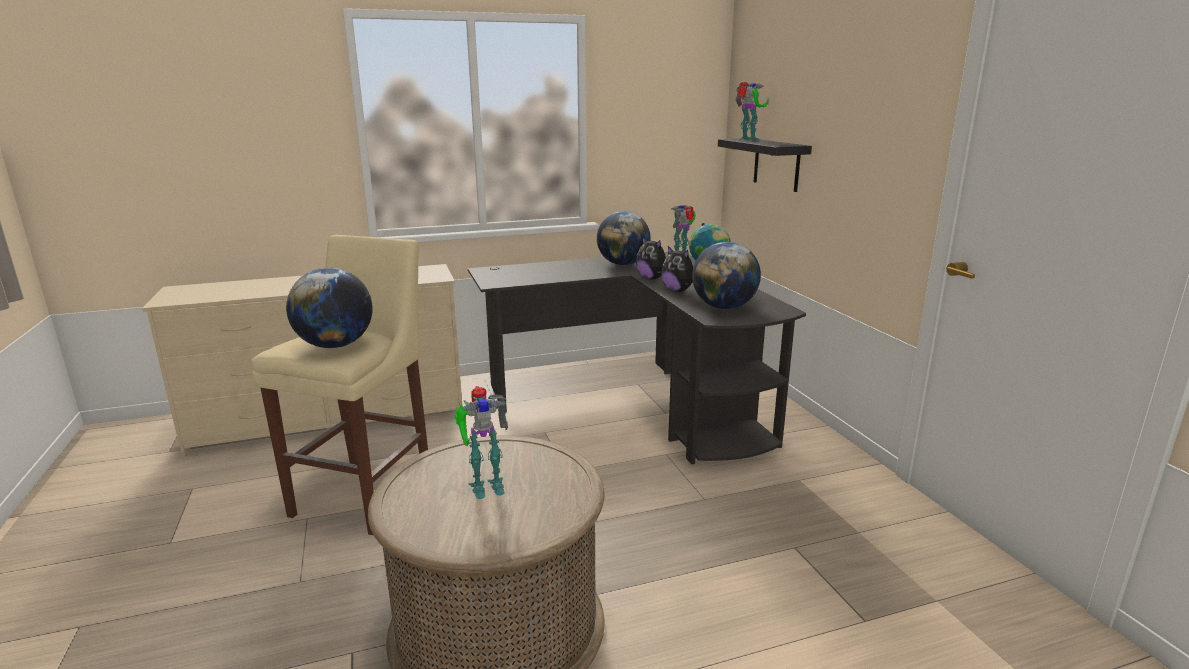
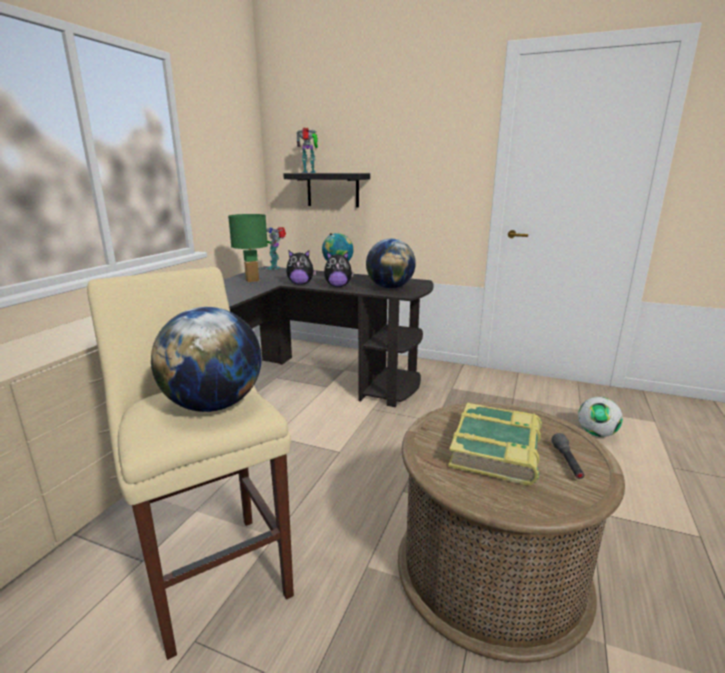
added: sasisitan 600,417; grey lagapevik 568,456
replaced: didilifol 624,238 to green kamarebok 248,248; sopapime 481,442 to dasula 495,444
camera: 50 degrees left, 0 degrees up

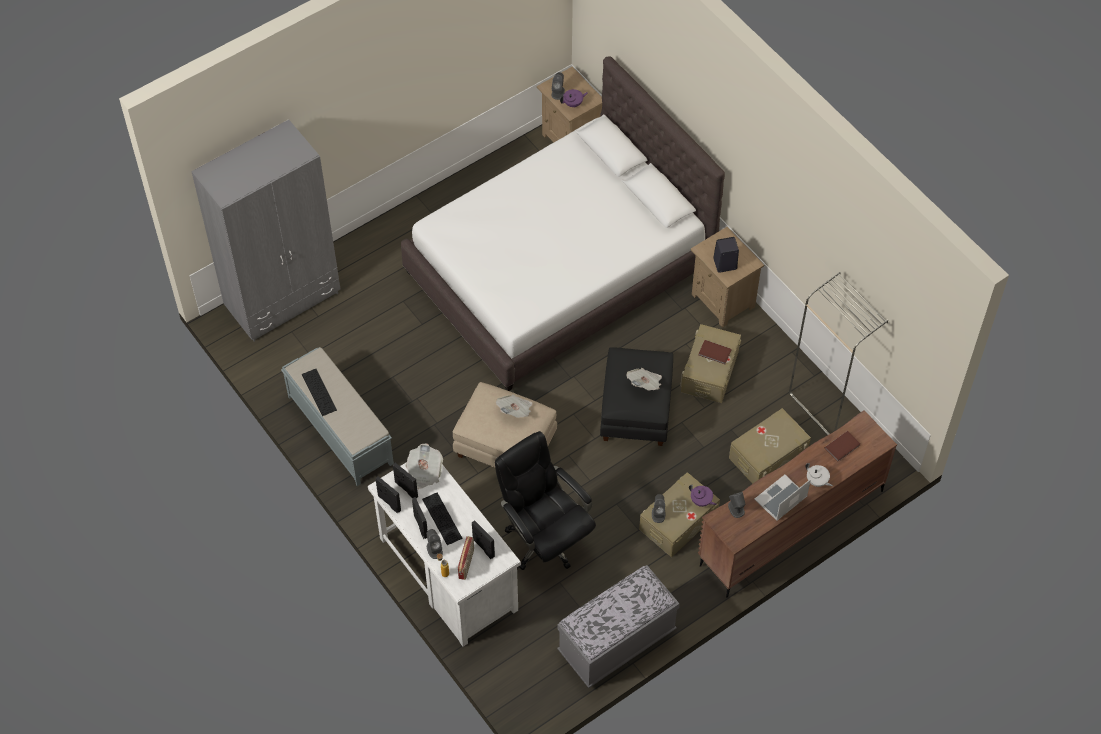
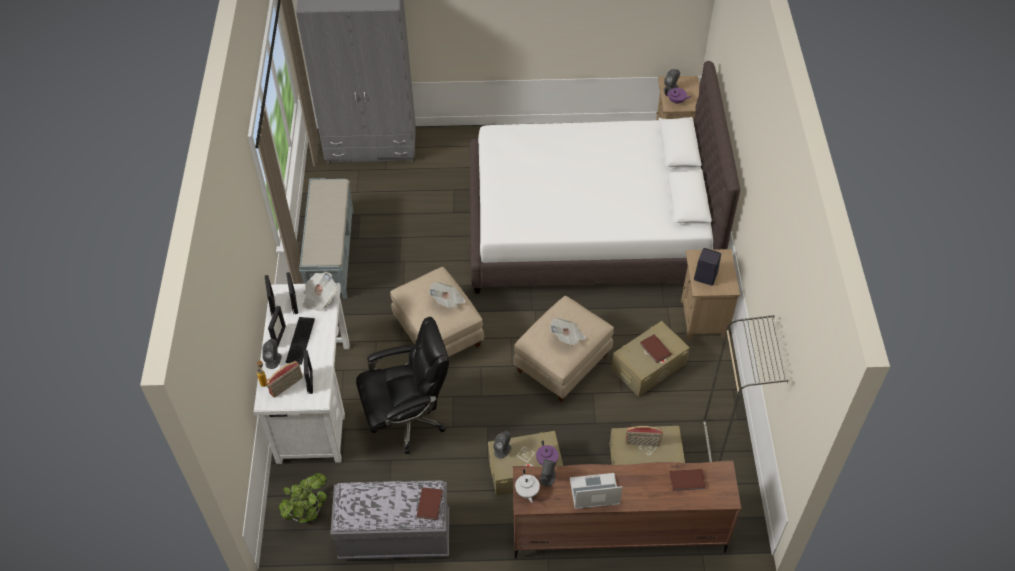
removed: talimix 319,392
added: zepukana 644,436; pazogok 303,498; brown dasula 430,503
moved: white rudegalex 819,475 to 527,486
recoloured: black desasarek 636,396 to beige desasarek 563,349
turned: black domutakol 545,500 = 402,385 75 degrees clockwise
camera: 35 degrees right, 5 degrees down

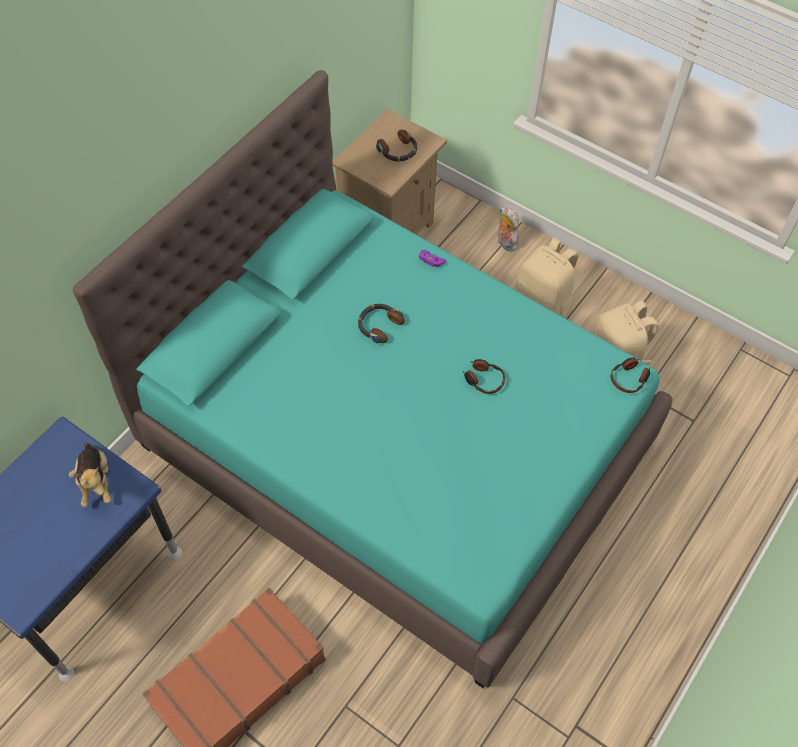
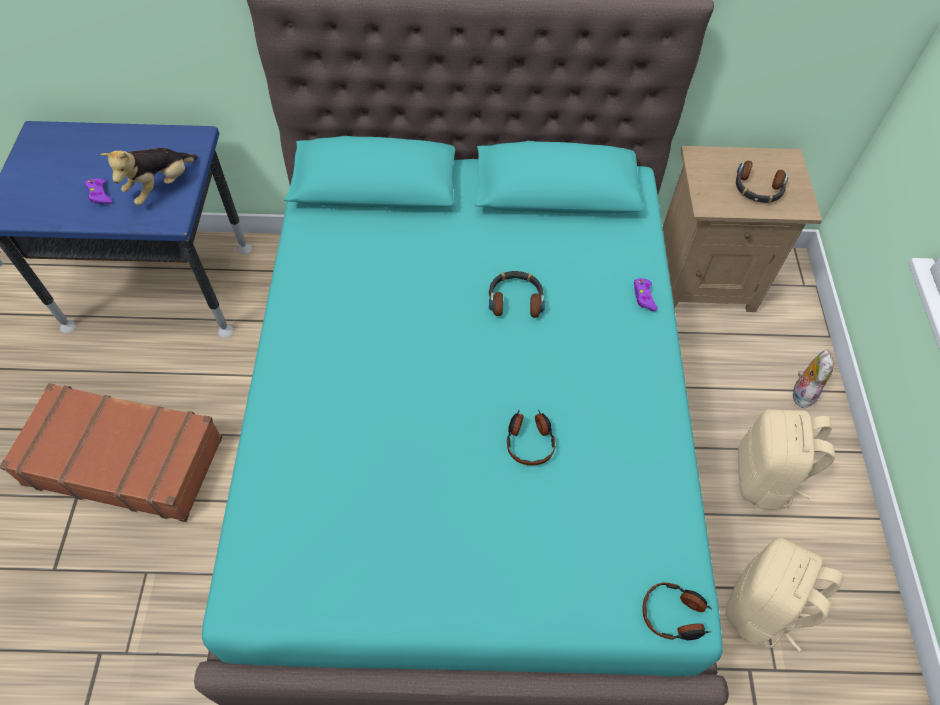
added: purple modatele 98,191
camera: 55 degrees right, 0 degrees up

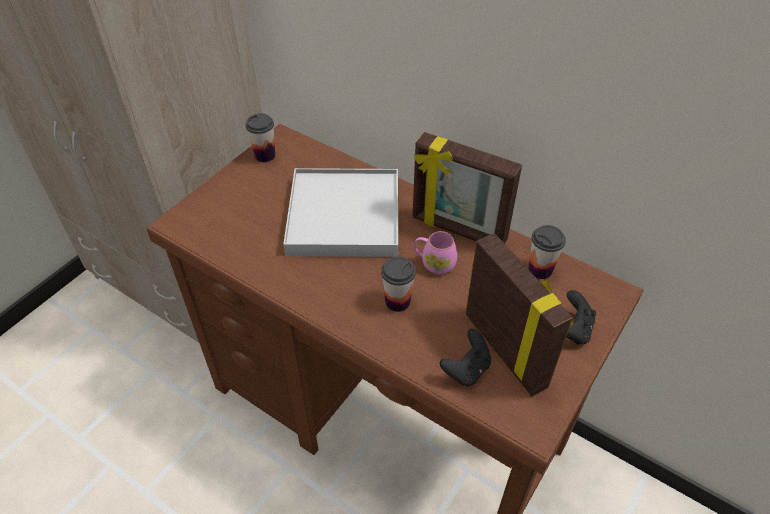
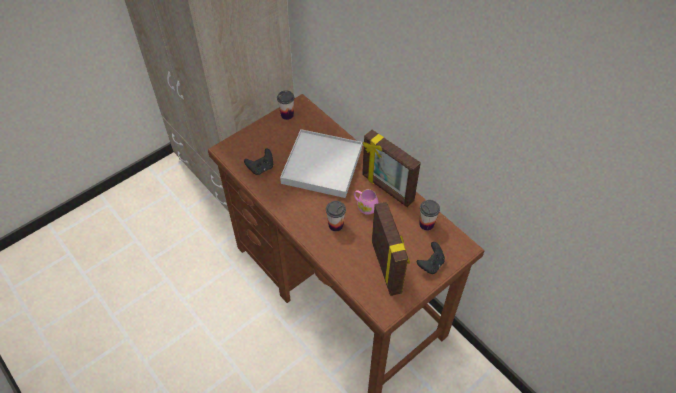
moved: black modatele 465,357 to 258,161
camera: 15 degrees right, 5 degrees up

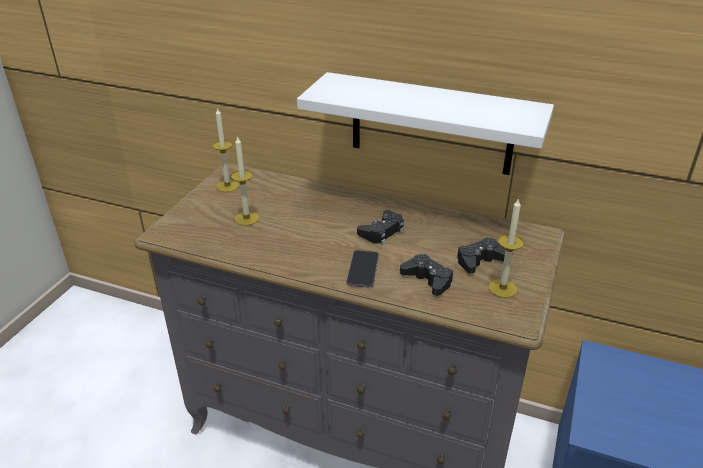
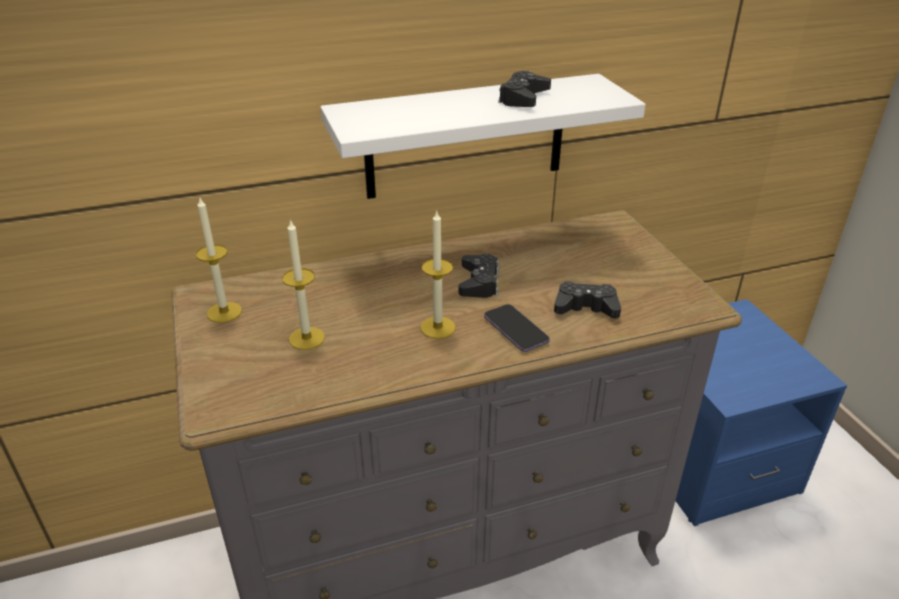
moved: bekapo 506,248 to 438,275; black modatele 481,255 to 524,89
camera: 40 degrees left, 0 degrees up

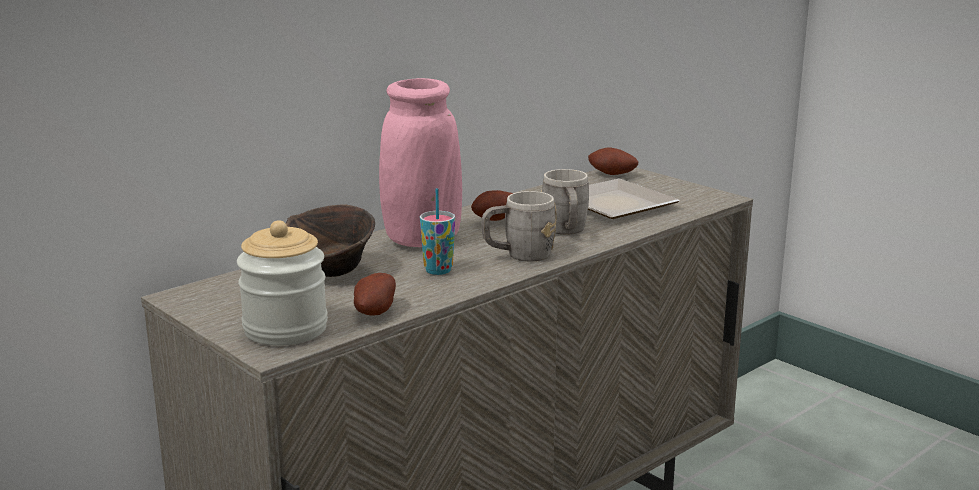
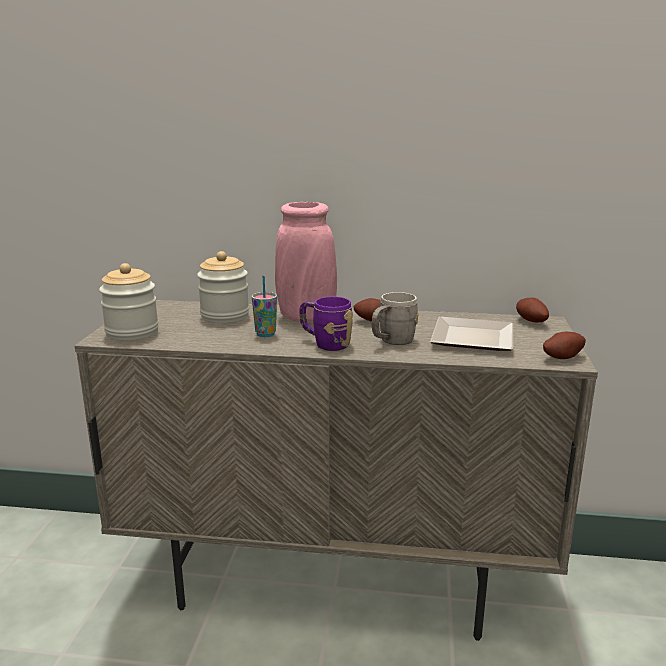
moved: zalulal 375,294 to 564,345
replaced: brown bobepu 330,240 to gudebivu 223,287
recoloured: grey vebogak 519,226 to purple vebogak 326,324
camera: 50 degrees right, 0 degrees up

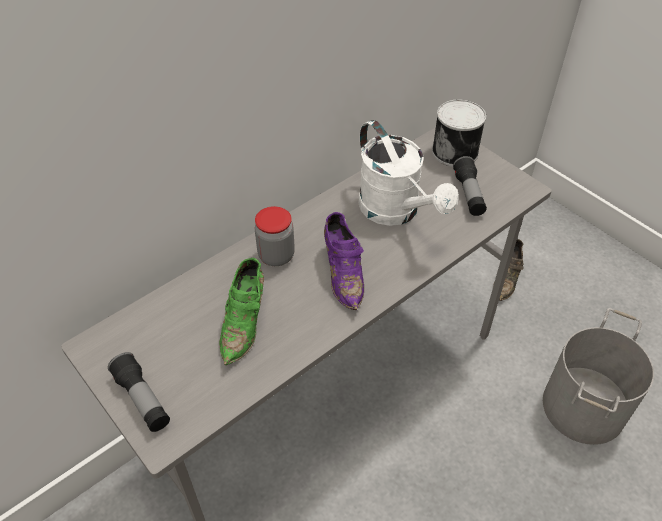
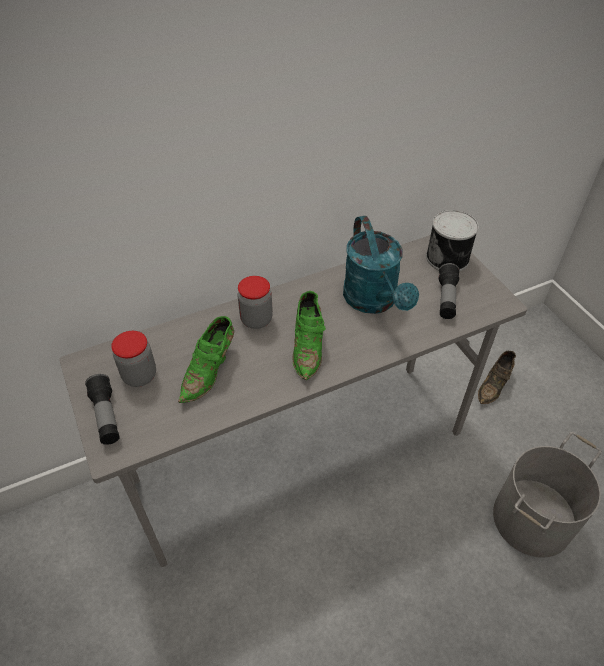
added: gudebivu 133,359
recoloured: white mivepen 408,173 to turquoise mivepen 381,265; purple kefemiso 344,261 to green kefemiso 309,335
camera: 15 degrees right, 0 degrees up

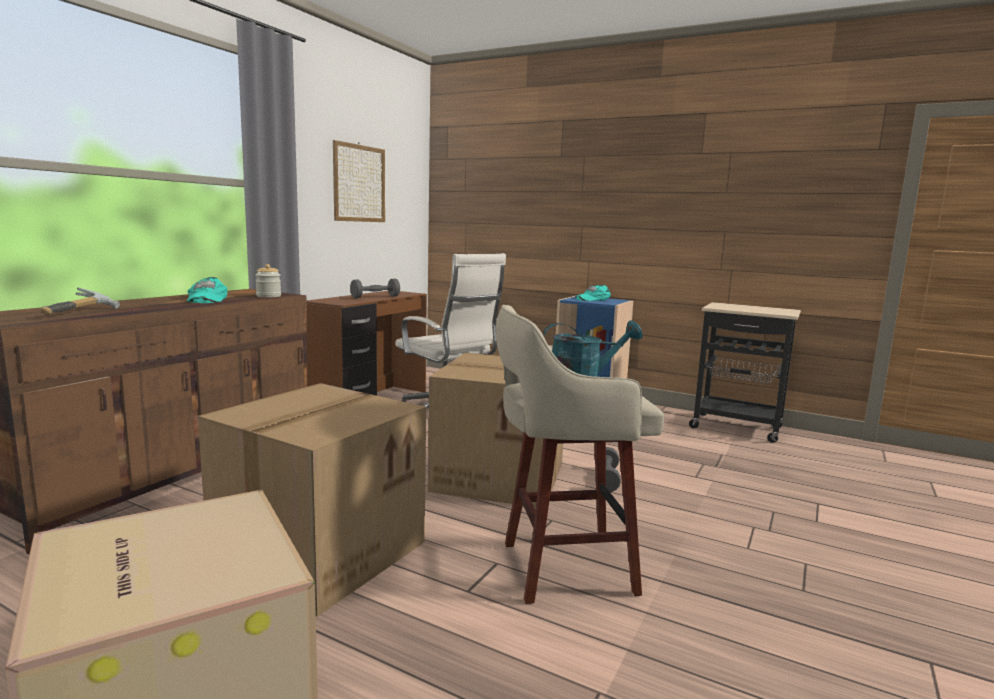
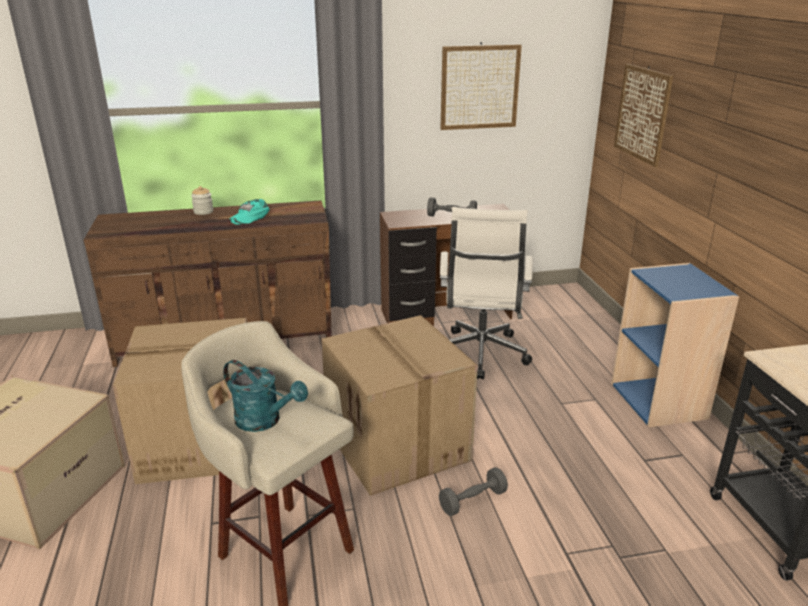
removed: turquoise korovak 593,293; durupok 80,301
added: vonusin 643,116
moved: gudebivu 268,280 to 202,200
camera: 50 degrees right, 15 degrees up

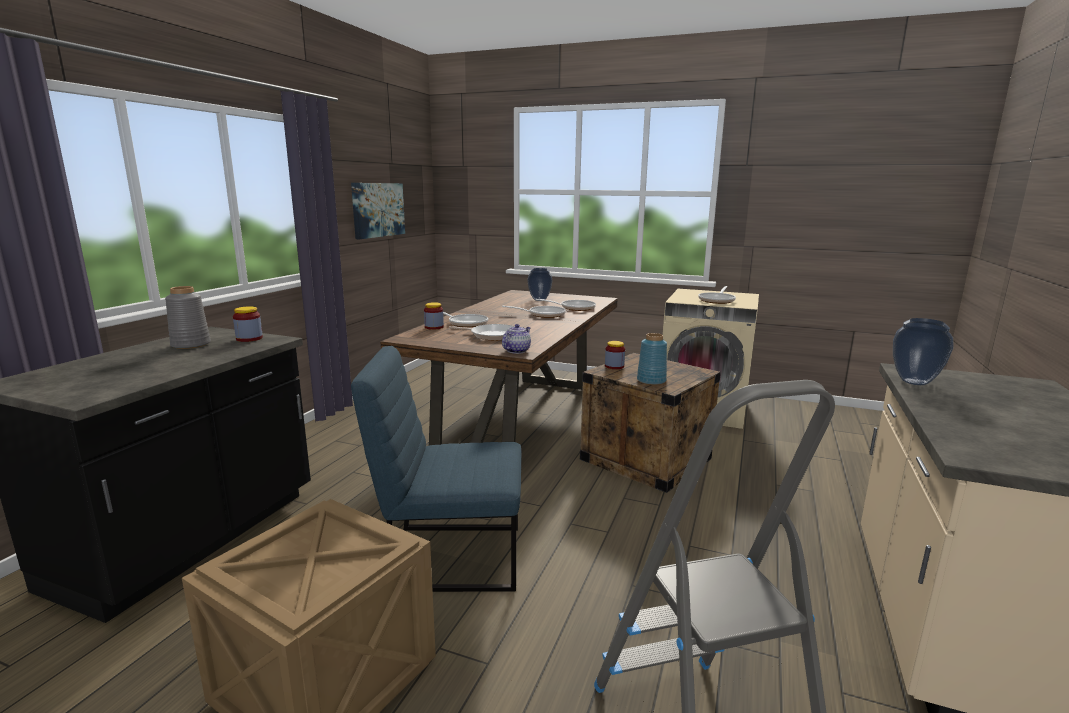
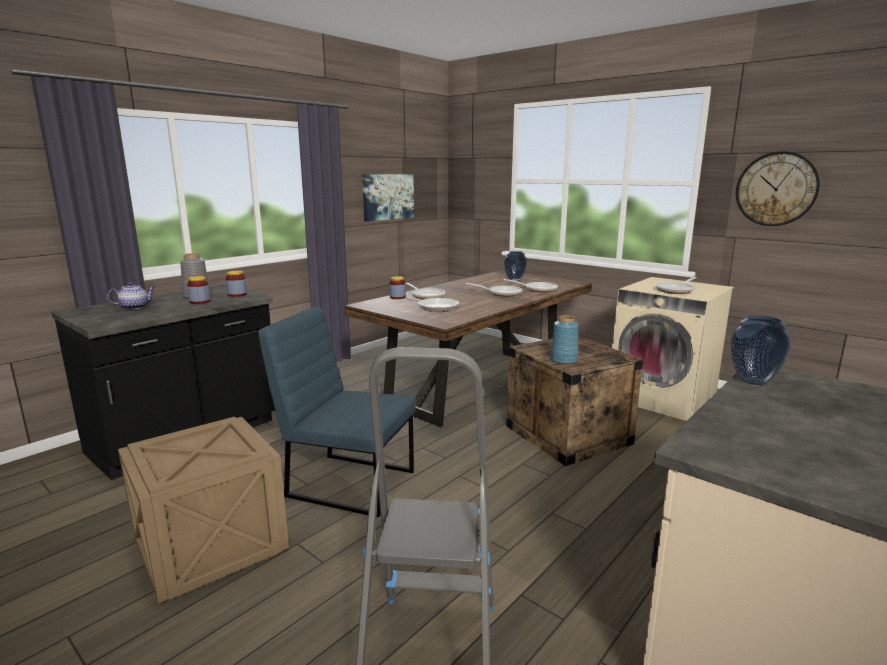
added: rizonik 778,188
moved: rudegalex 516,339 to 131,295; gudebivu 615,355 to 198,290
camera: 20 degrees right, 0 degrees up

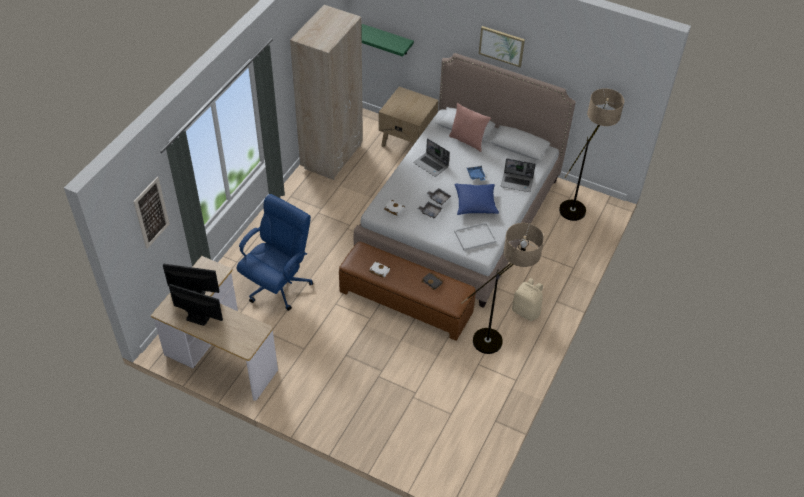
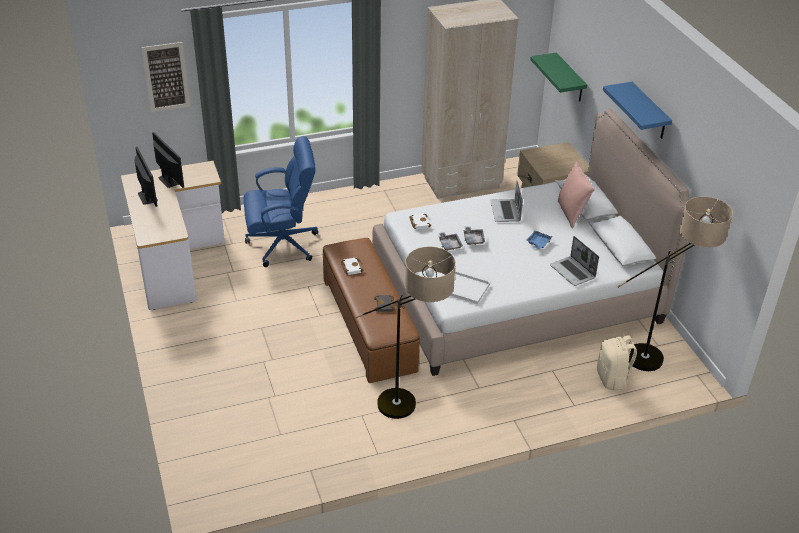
removed: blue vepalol 476,199
moved: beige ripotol 527,299 to 617,362
replaced: vonusin 502,46 to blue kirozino 637,110
camera: 45 degrees right, 10 degrees down

